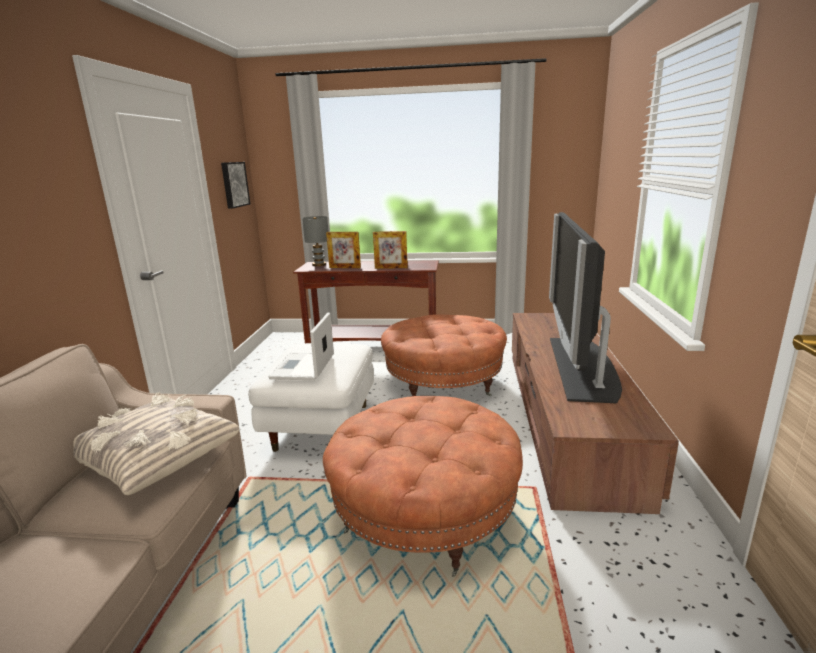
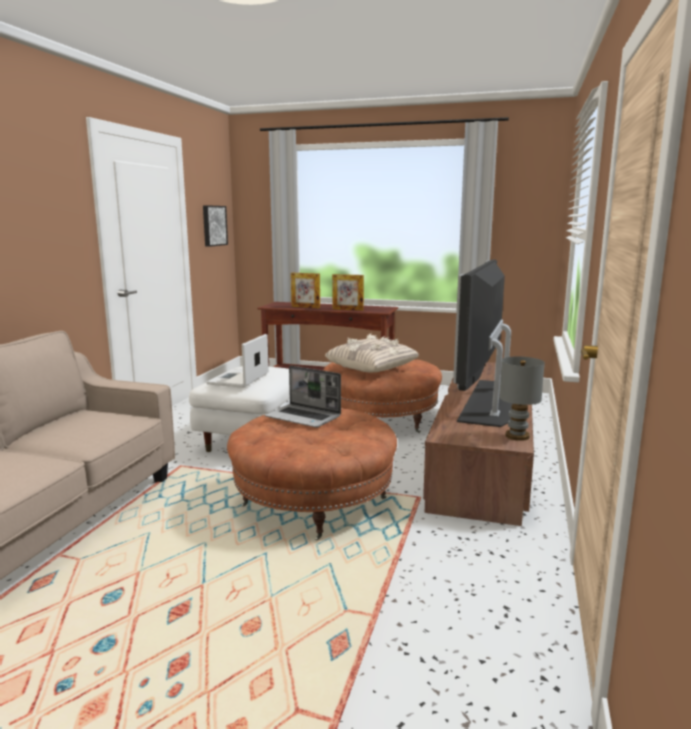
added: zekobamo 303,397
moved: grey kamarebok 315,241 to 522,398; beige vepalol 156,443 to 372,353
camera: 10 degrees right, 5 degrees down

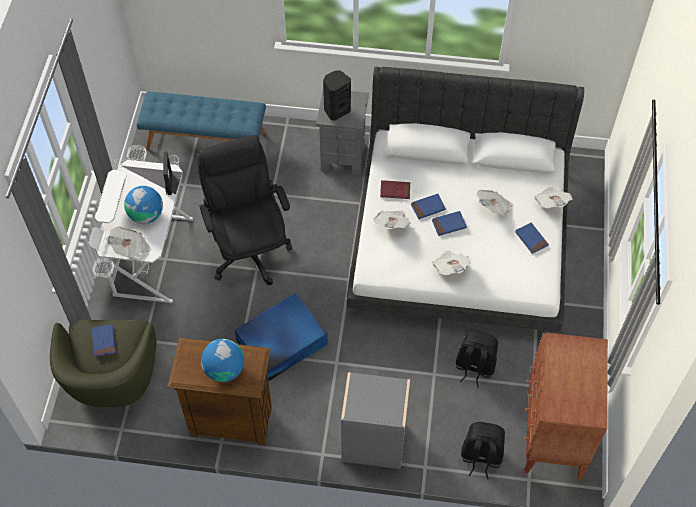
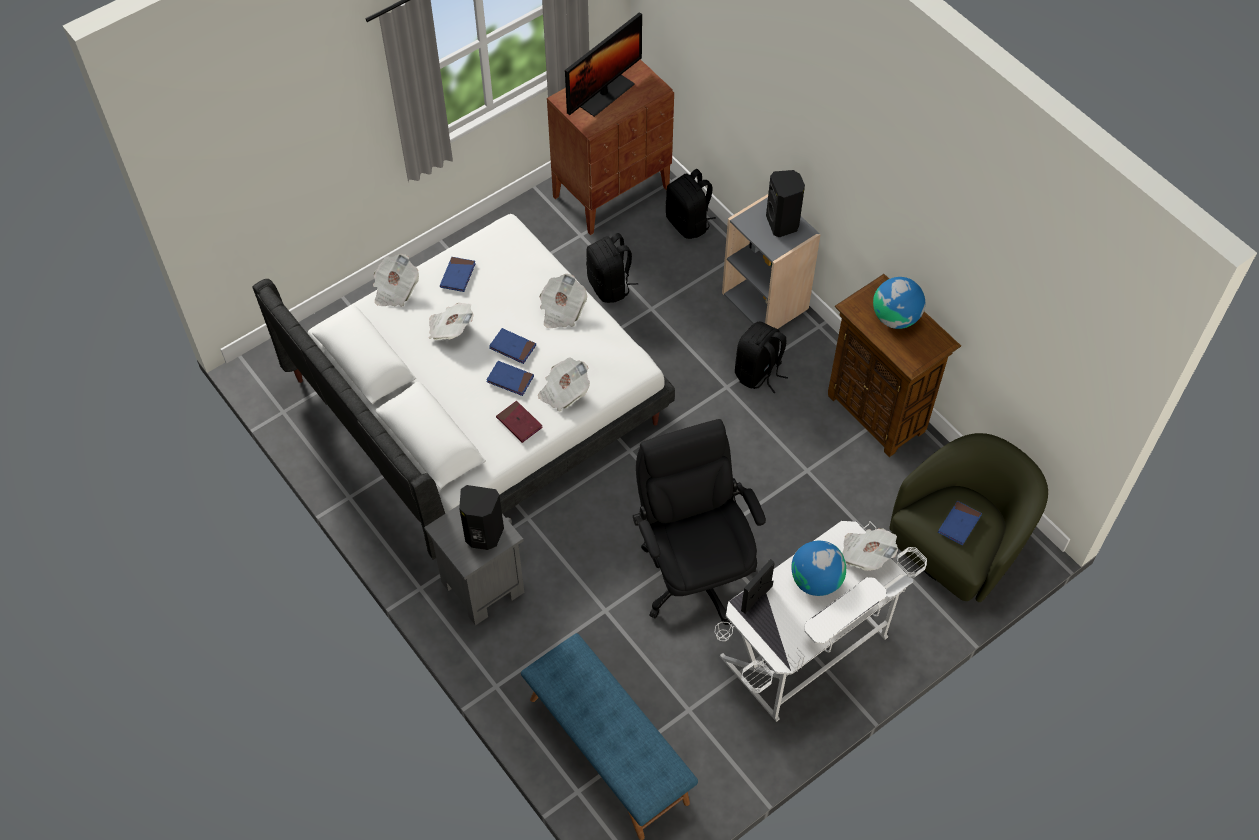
removed: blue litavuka 281,337
added: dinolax 603,64; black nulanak 785,203; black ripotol 761,357
turned: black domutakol 245,210 = 699,522 135 degrees clockwise
camera: 135 degrees left, 0 degrees up

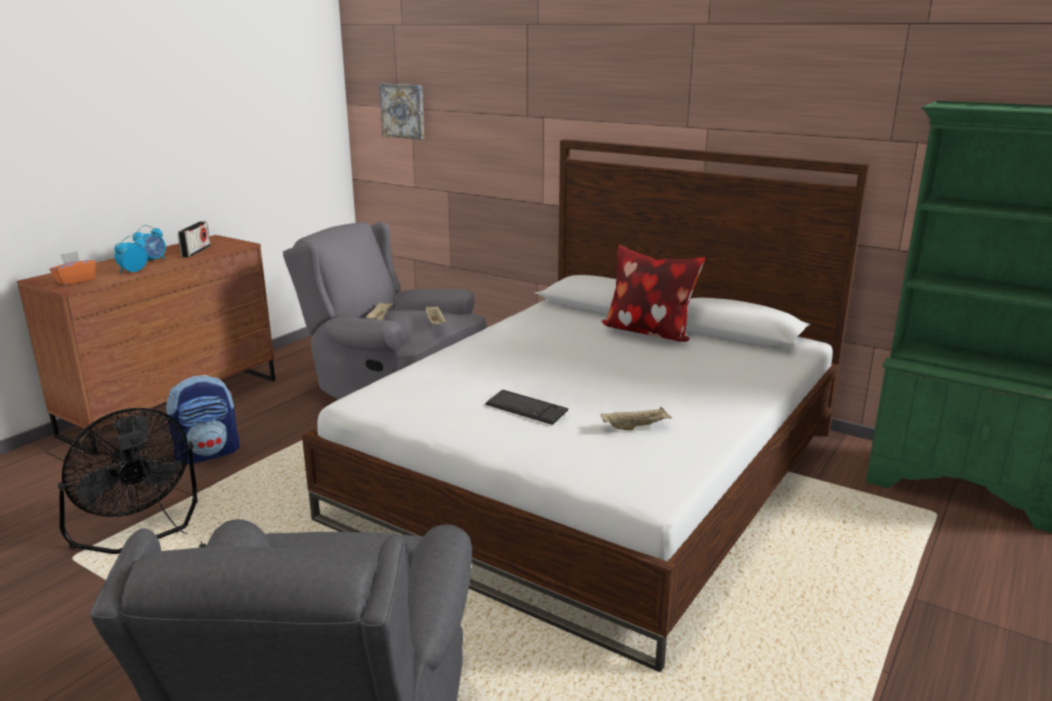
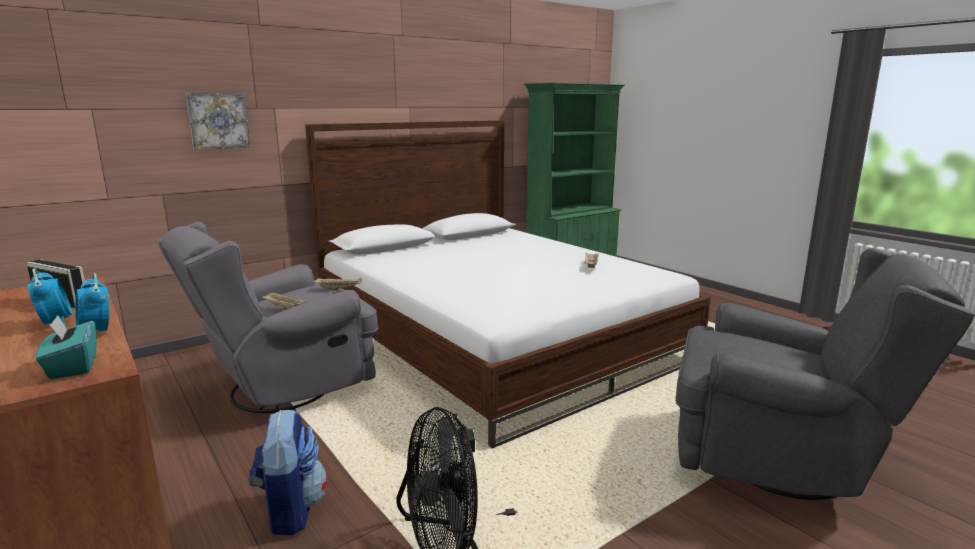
removed: vepalol 653,293; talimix 527,407
moved: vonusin 402,111 to 218,121
recoloured: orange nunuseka 73,268 to turquoise nunuseka 66,347
camera: 70 degrees left, 5 degrees down

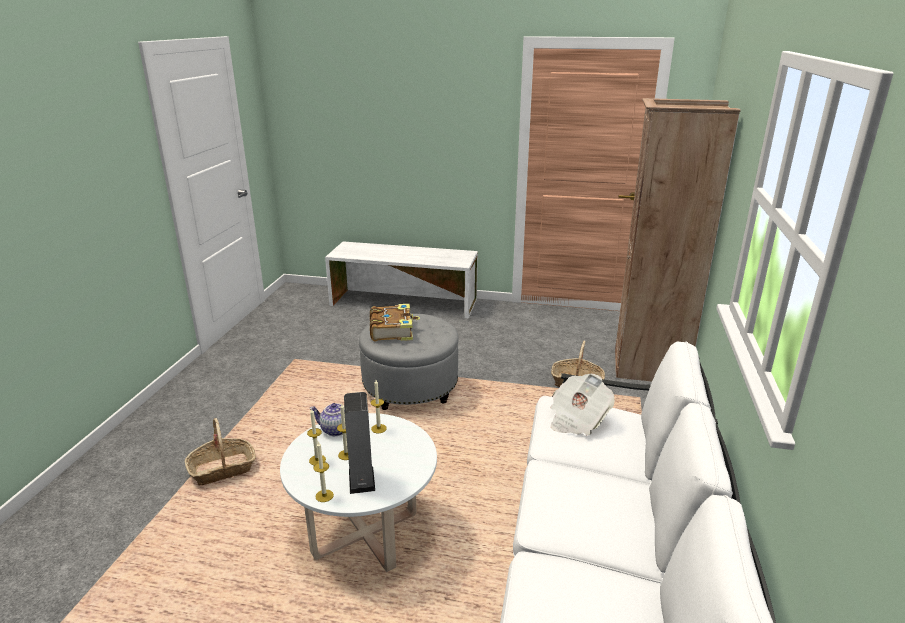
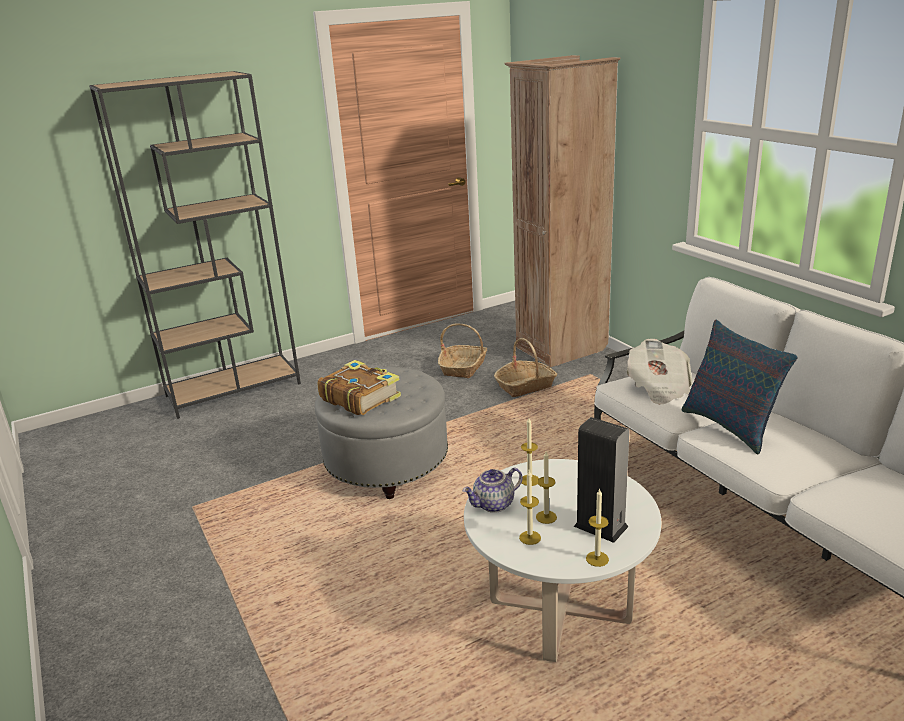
added: blue vepalol 739,387
moved: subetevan 220,451 to 462,350
replaced: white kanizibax 401,280 to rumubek 195,245
camera: 40 degrees left, 0 degrees up

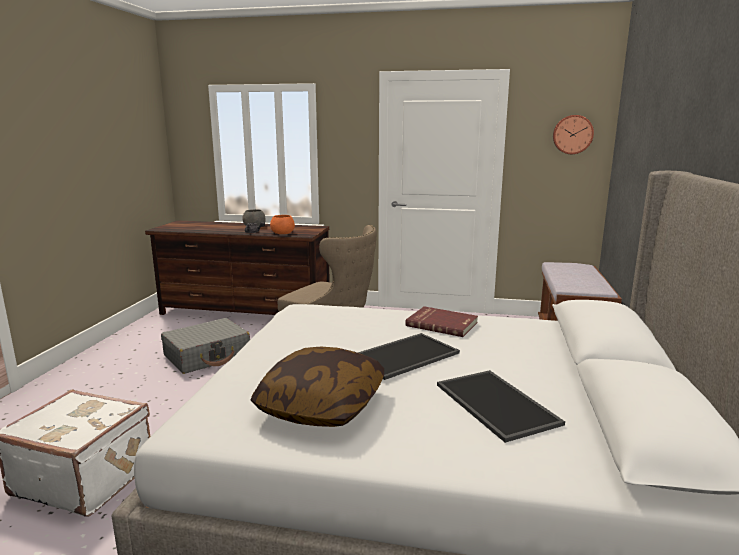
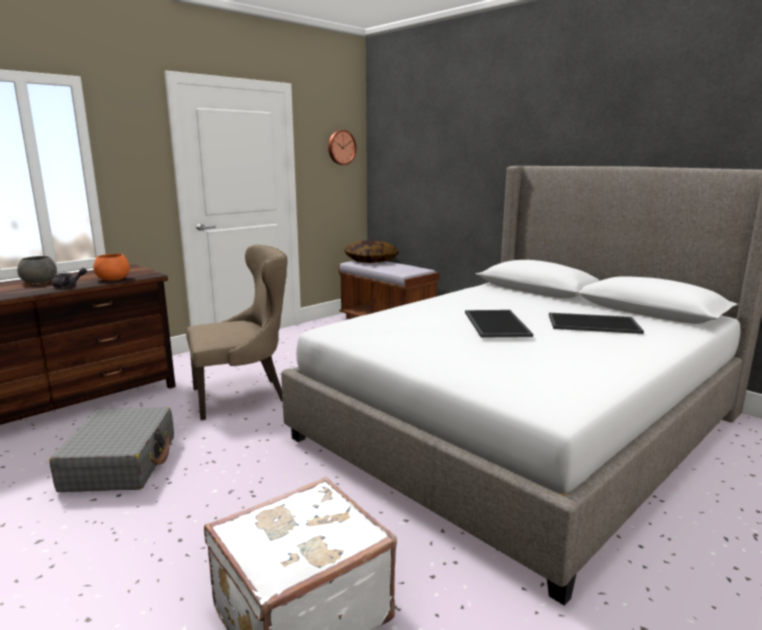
removed: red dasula 441,321
moved: vepalol 317,387 to 371,251
camera: 55 degrees left, 0 degrees up

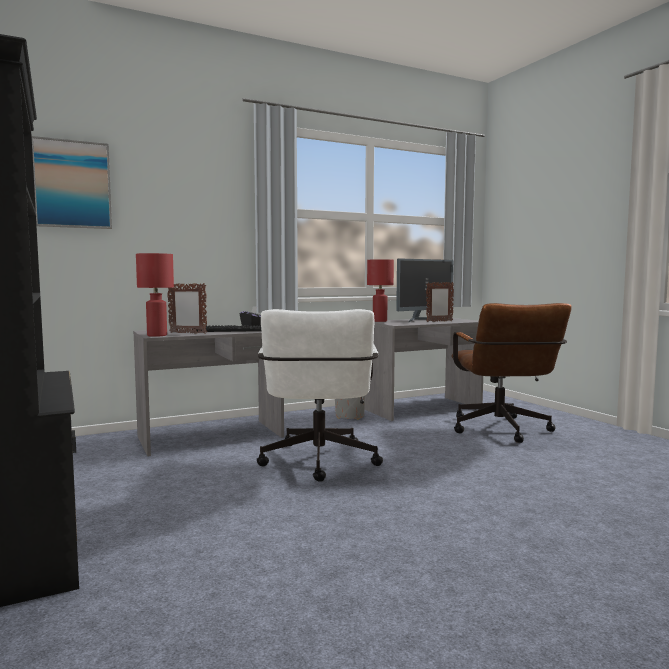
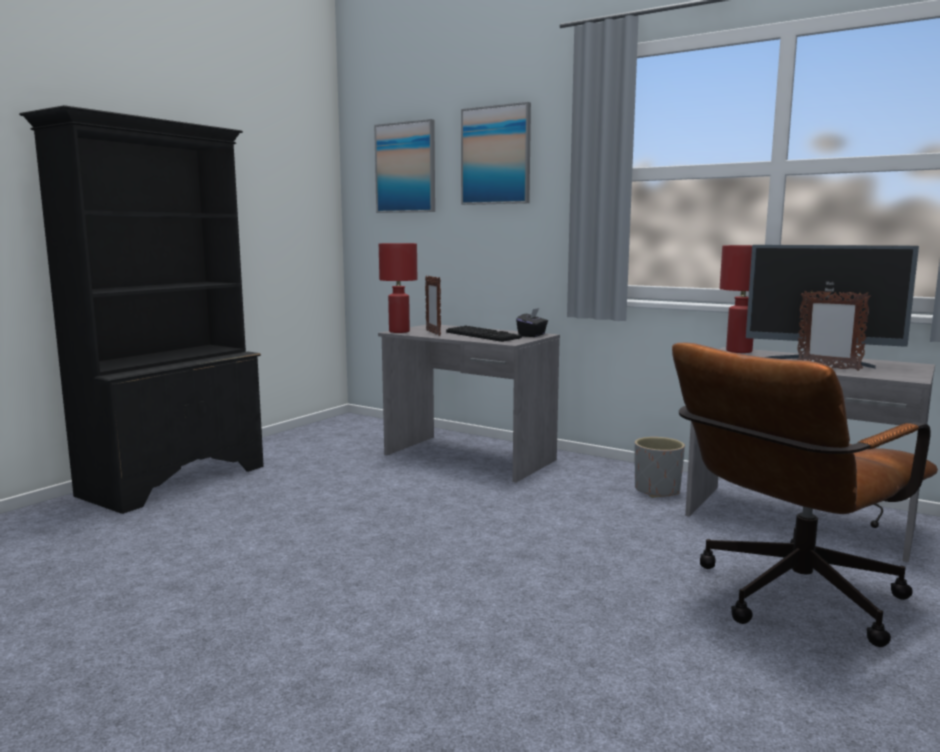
removed: white domutakol 320,395
added: vonusin 496,153
camera: 60 degrees right, 5 degrees up

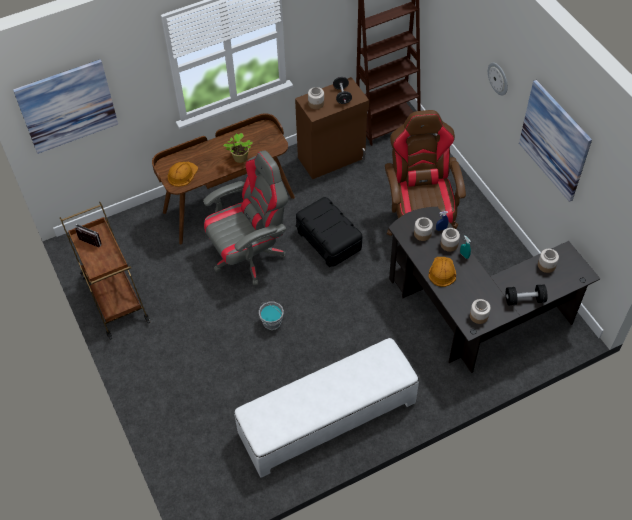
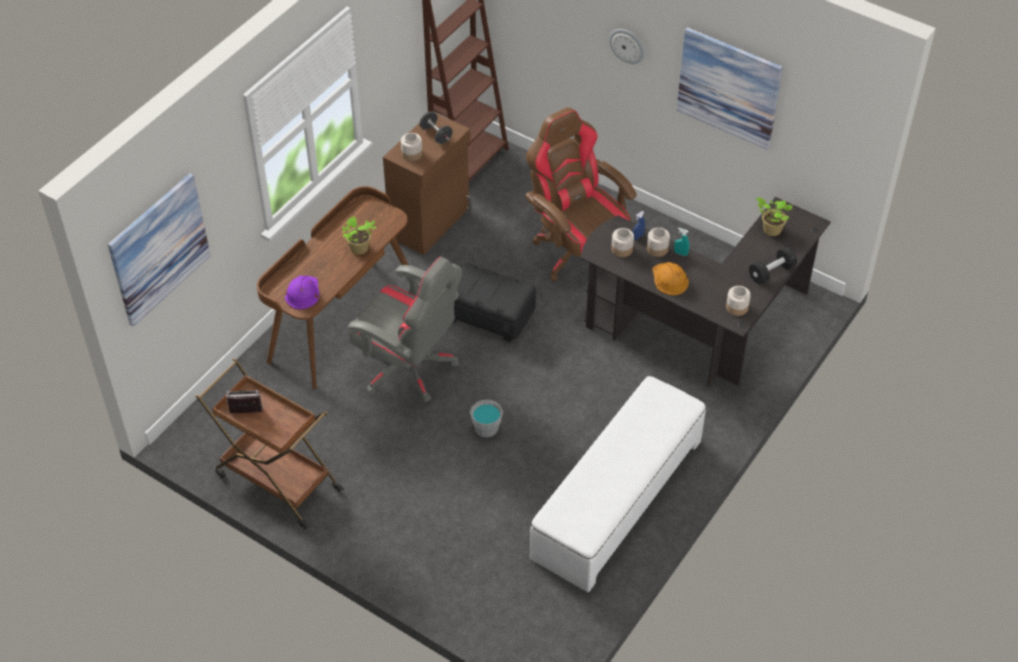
replaced: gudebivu 548,261 to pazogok 774,217
recoloured: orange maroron 183,174 to purple maroron 302,292
turned: grey domutakol 245,217 = 405,329 90 degrees clockwise
camera: 30 degrees left, 5 degrees down

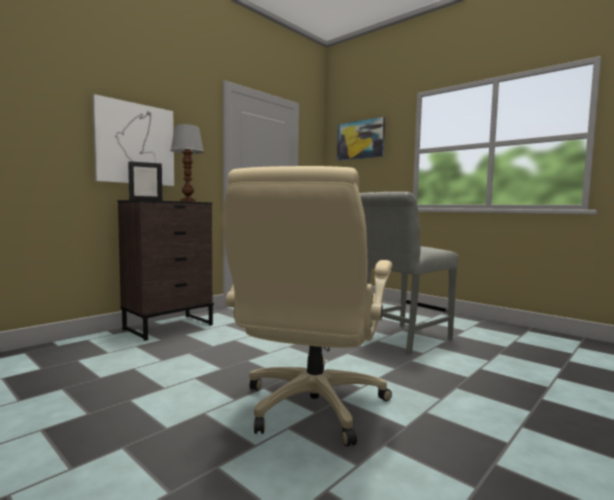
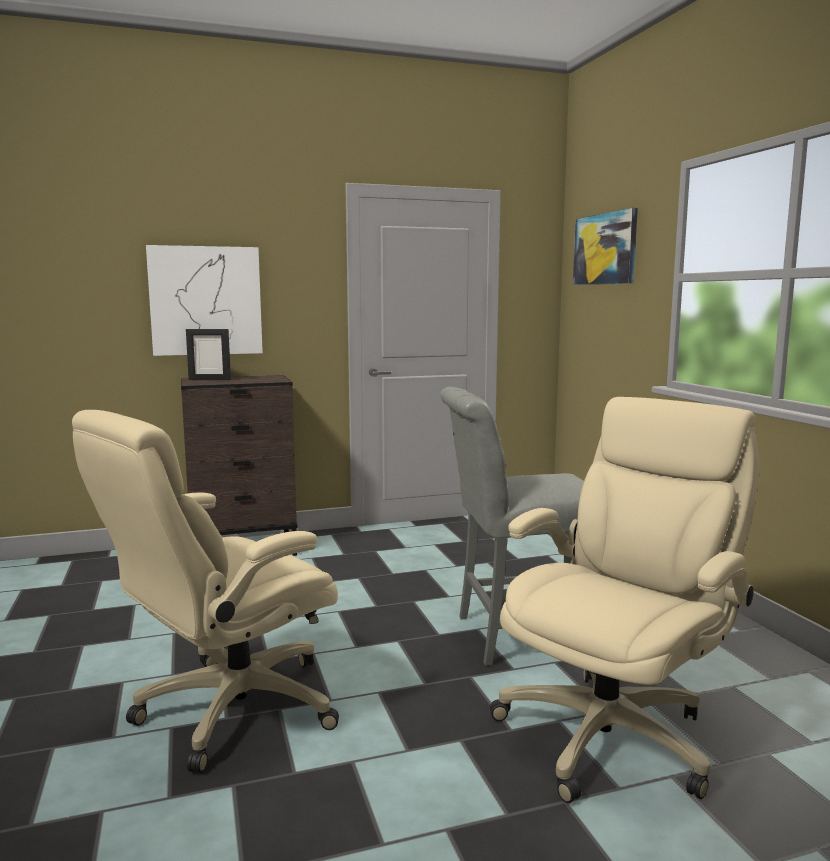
removed: kamarebok 187,163
added: beige domutakol 625,600
camera: 30 degrees right, 5 degrees up

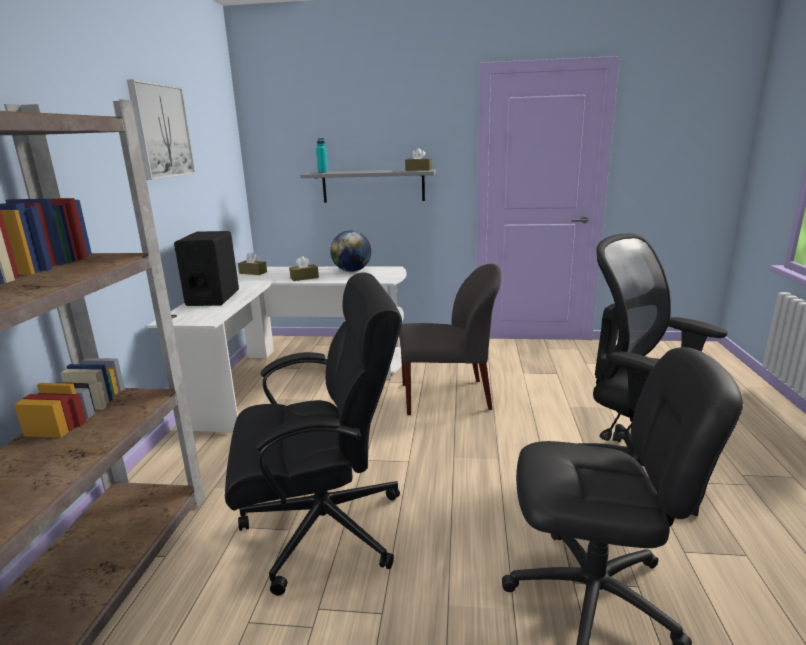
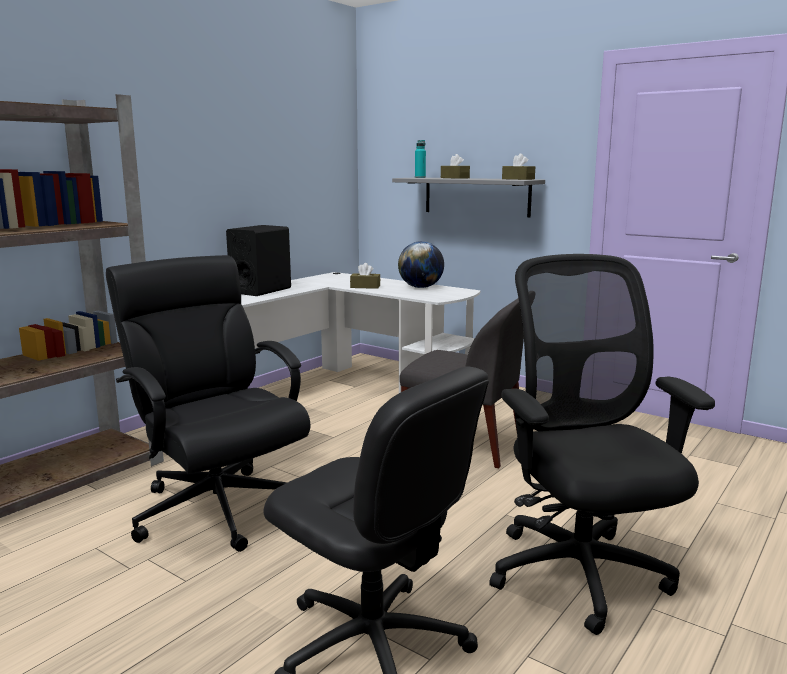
removed: vonusin 161,129
moved: brown nunuseka 252,263 to 455,166
turned: black domutakol 313,433 = 208,403 150 degrees counterclockwise
camera: 30 degrees right, 5 degrees down

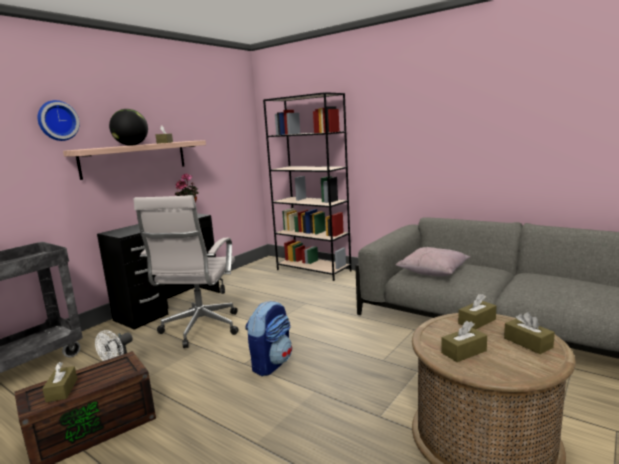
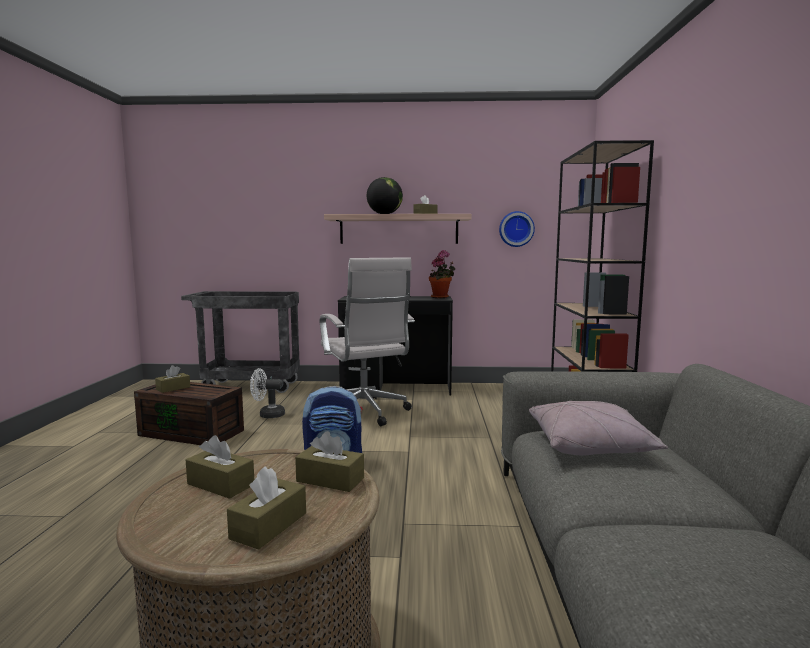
moved: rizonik 58,120 to 517,229
turned: white domutakol 186,271 = 367,341 90 degrees counterclockwise
camera: 55 degrees right, 5 degrees down

